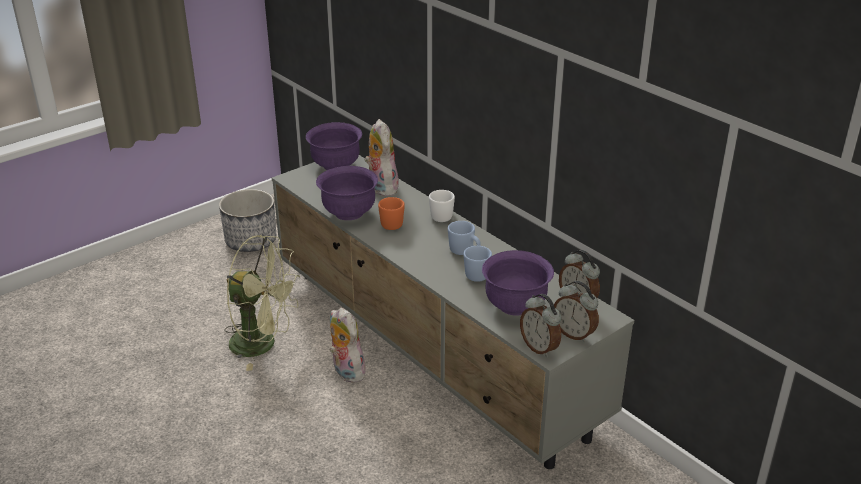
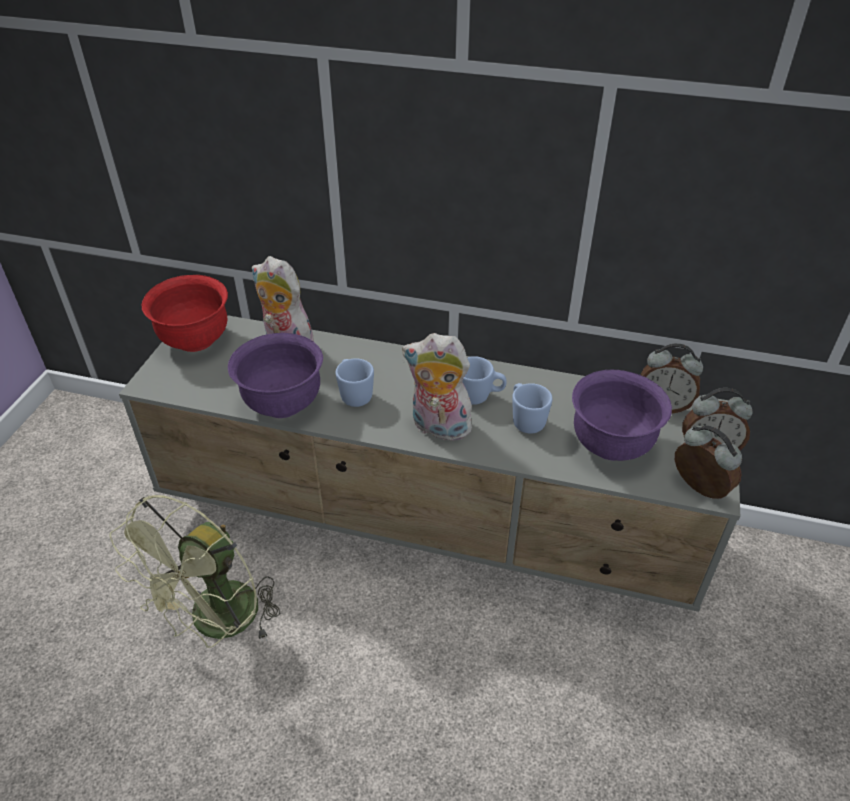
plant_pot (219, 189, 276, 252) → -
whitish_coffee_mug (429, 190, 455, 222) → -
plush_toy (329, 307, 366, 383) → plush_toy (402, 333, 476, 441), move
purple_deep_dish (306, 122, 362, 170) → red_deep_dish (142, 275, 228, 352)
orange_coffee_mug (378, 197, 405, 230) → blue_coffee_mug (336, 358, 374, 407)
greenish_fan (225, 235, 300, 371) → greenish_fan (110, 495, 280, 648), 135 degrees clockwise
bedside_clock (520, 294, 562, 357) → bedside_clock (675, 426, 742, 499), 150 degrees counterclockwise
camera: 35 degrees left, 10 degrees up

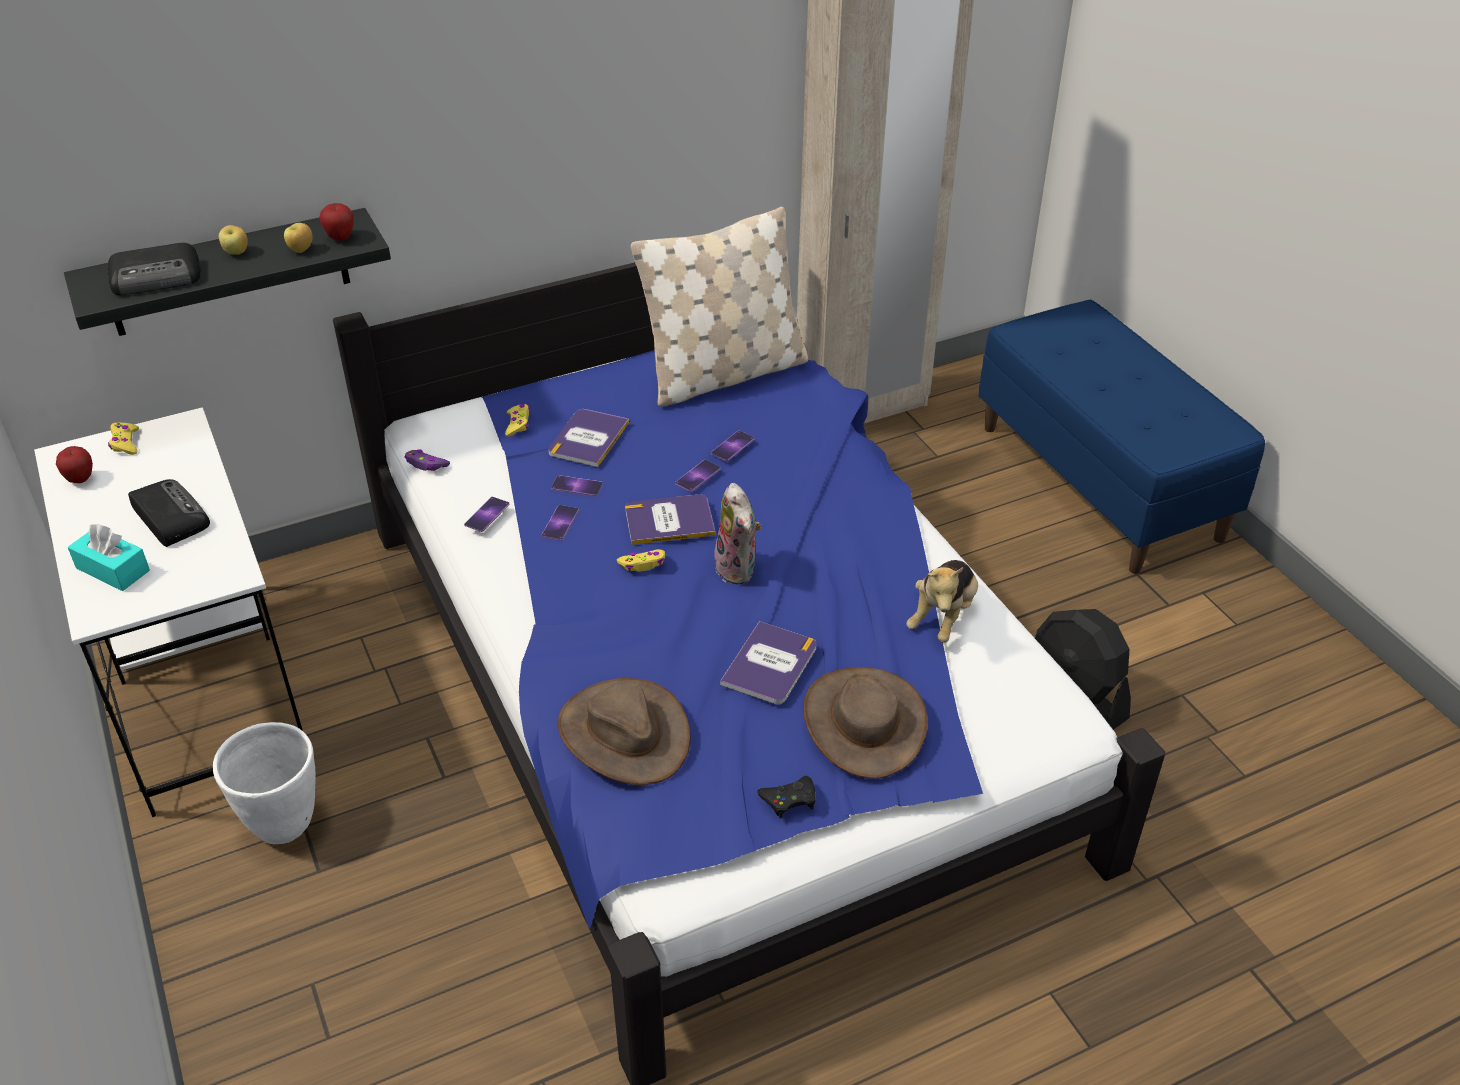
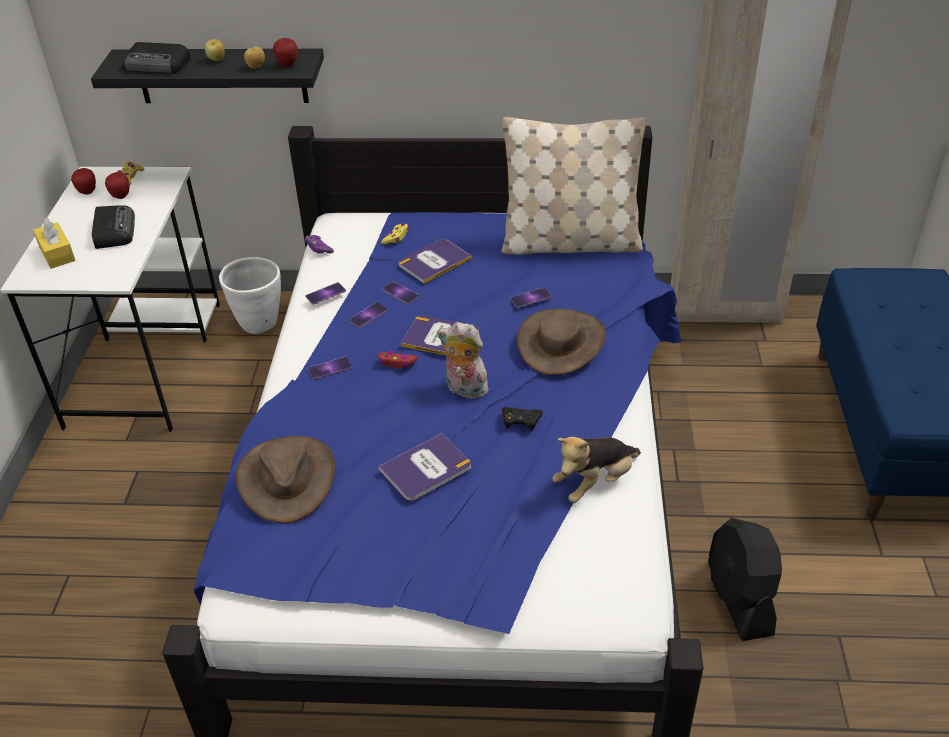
- → apple (105, 172, 130, 199)
whitish_plant_pot (213, 722, 316, 844) → whitish_plant_pot (219, 257, 281, 334), move
telephone (675, 460, 721, 492) → telephone (308, 357, 352, 380), move
blackish_game_controller (757, 776, 816, 819) → blackish_game_controller (502, 407, 543, 431), move
brown_clothing_hat (803, 667, 928, 779) → brown_clothing_hat (517, 309, 606, 375), move
turquoise-coloured_box_of_tissues (68, 524, 150, 591) → yellow-coloured_box_of_tissues (33, 218, 75, 269)
yellow-coloured_game_controller (617, 549, 665, 572) → red_game_controller (378, 351, 418, 368)
plush_toy (714, 483, 761, 584) → plush_toy (437, 322, 488, 401), 105 degrees clockwise
camera: 30 degrees right, 0 degrees up

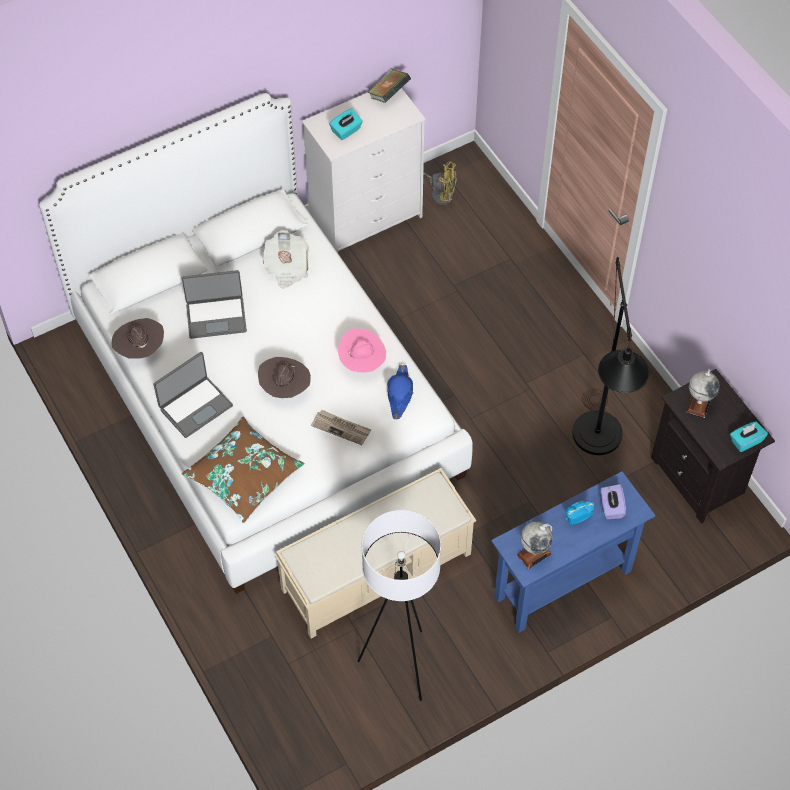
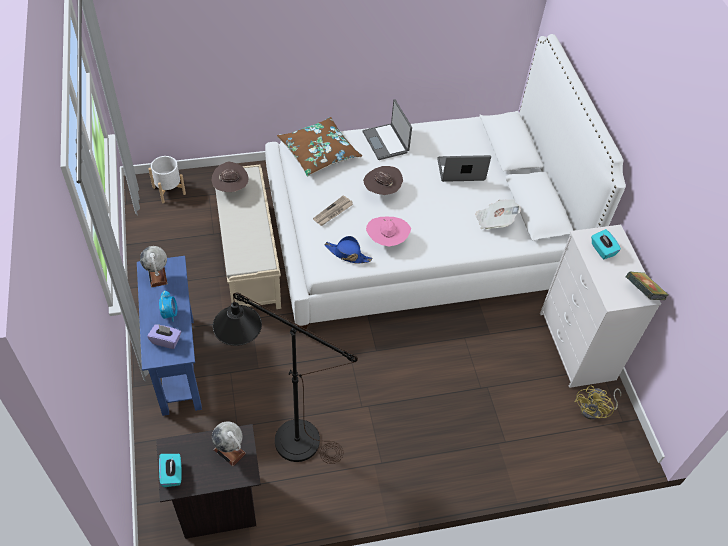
whitish_floor_lamp (358, 510, 441, 701) → -
- → whitish_plant_pot (149, 156, 186, 203)
brown_clothing_hat (111, 318, 164, 359) → brown_clothing_hat (211, 161, 249, 192), move
notebook_computer (182, 270, 247, 339) → notebook_computer (437, 155, 491, 182), 75 degrees clockwise
camera: 105 degrees right, 5 degrees down

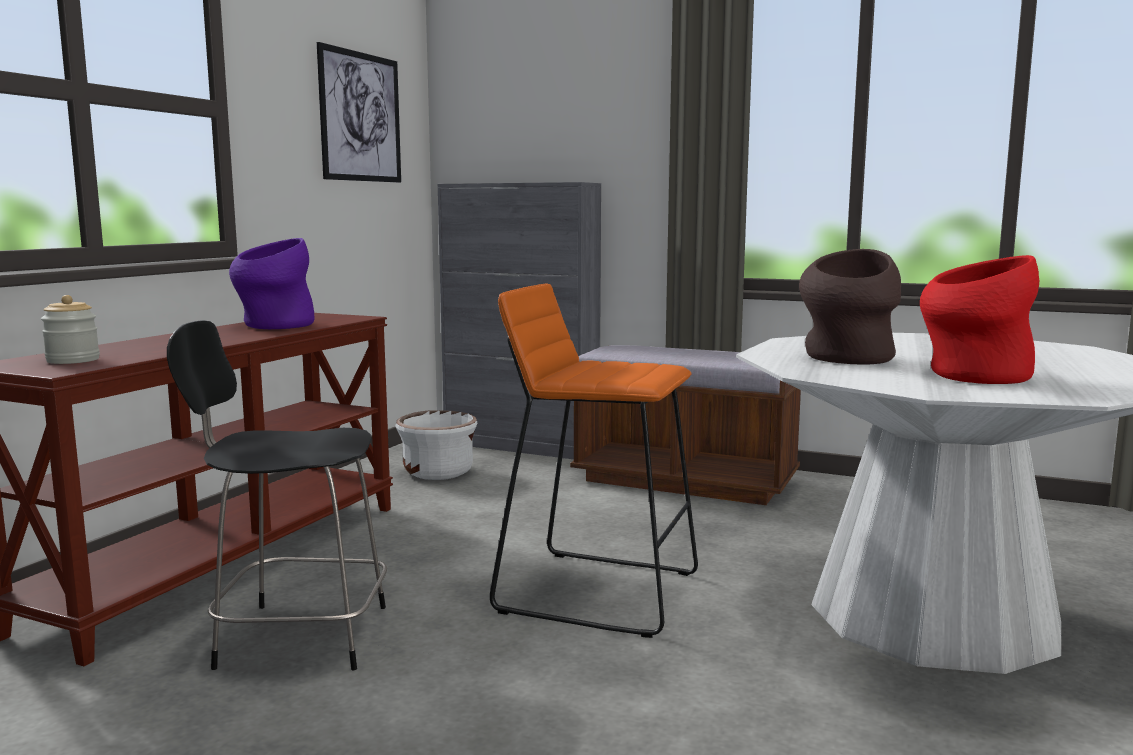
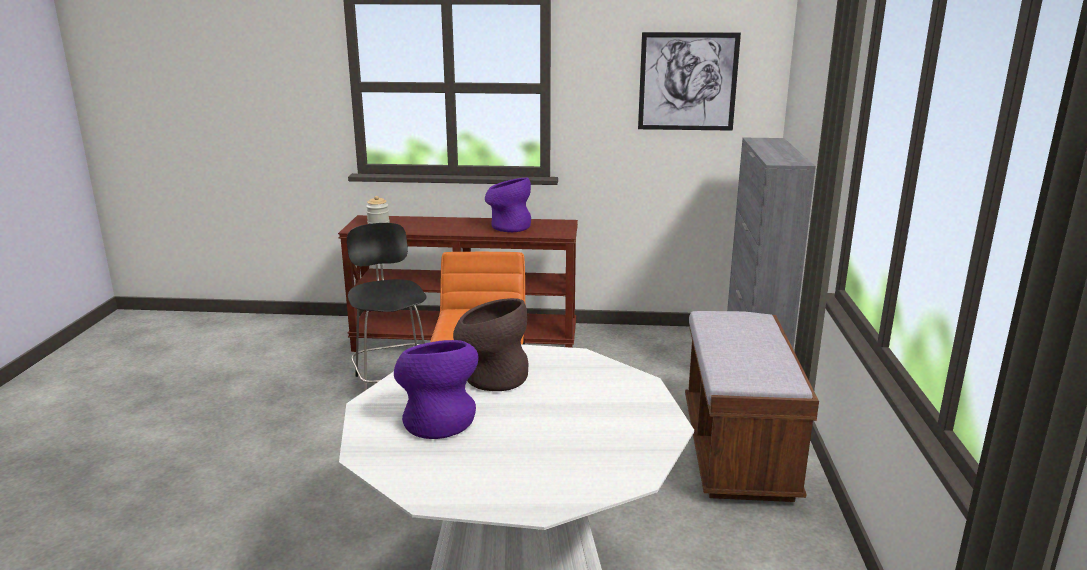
whitish_plant_pot (395, 410, 478, 480) → -
red_flower_vase (920, 255, 1039, 384) → purple_flower_vase (394, 340, 478, 439)
camera: 70 degrees right, 10 degrees up

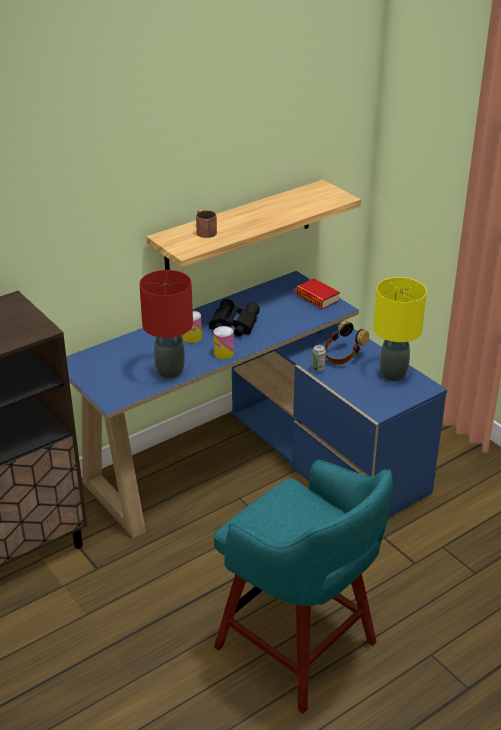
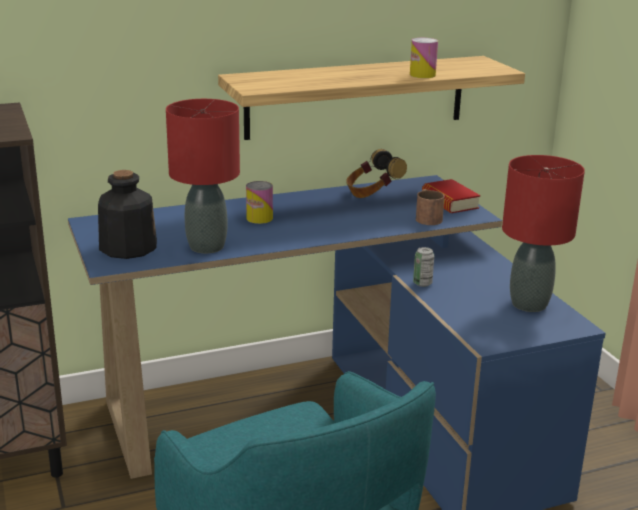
blackish_field_glasses (209, 299, 260, 337) → -
- → beverage_bottle (98, 170, 157, 259)
brown_coffee_mug (196, 210, 217, 238) → brown_coffee_mug (416, 189, 444, 225), move
sealed_can (213, 326, 234, 359) → sealed_can (410, 38, 438, 78), move
headphones (324, 320, 369, 365) → headphones (346, 149, 407, 198), move
yellow-coloured_lamp_for_a_table (374, 277, 427, 381) → red_lamp_for_a_table (502, 155, 585, 312)
camera: 15 degrees right, 10 degrees down

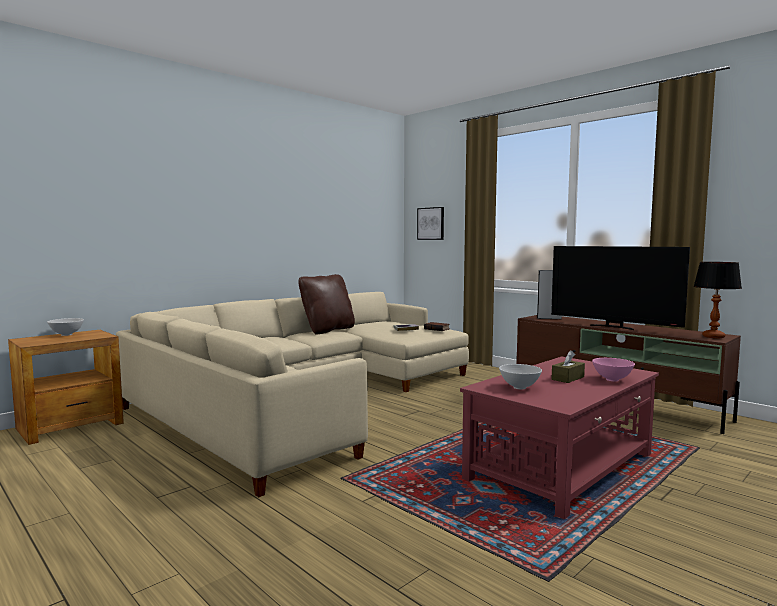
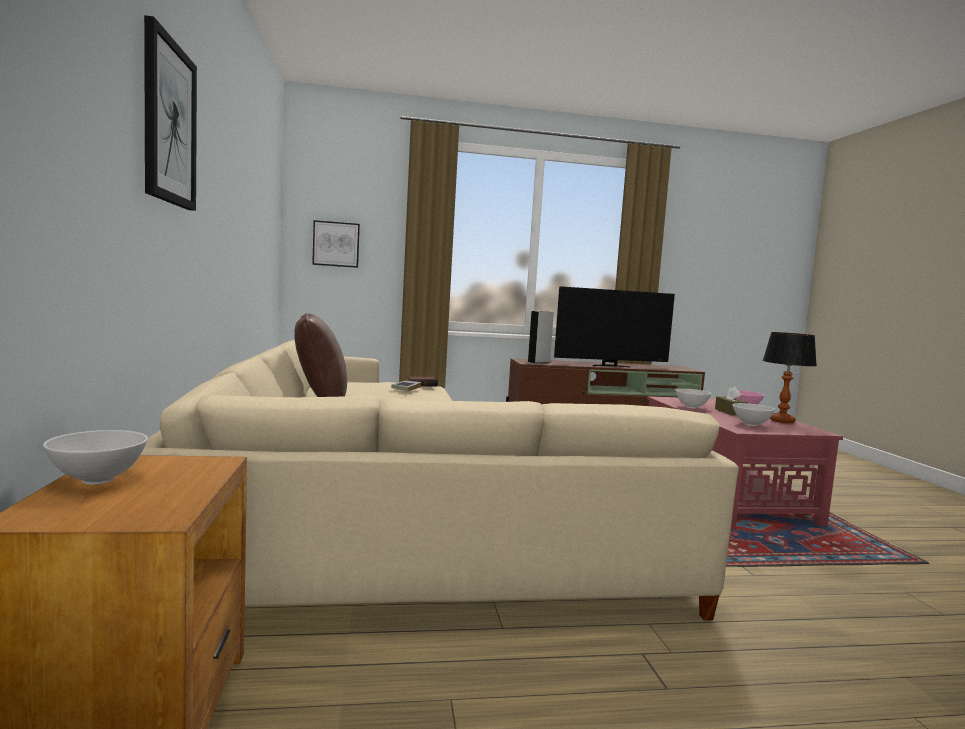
- → wall_art (144, 15, 197, 211)
- → whitish_deep_dish (675, 389, 712, 408)
lamp_for_a_table (693, 262, 742, 338) → lamp_for_a_table (763, 332, 817, 423), move
camera: 55 degrees left, 0 degrees up

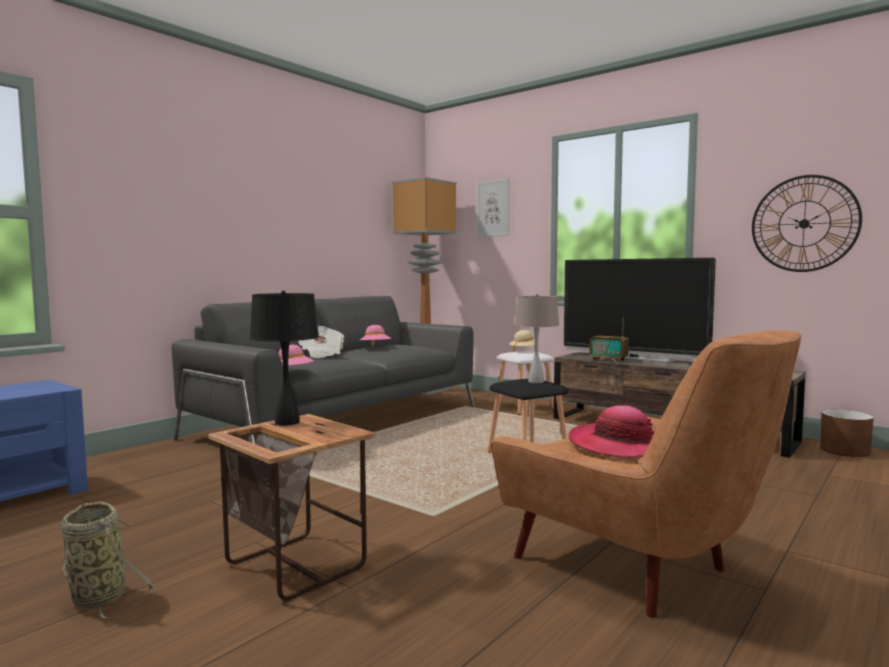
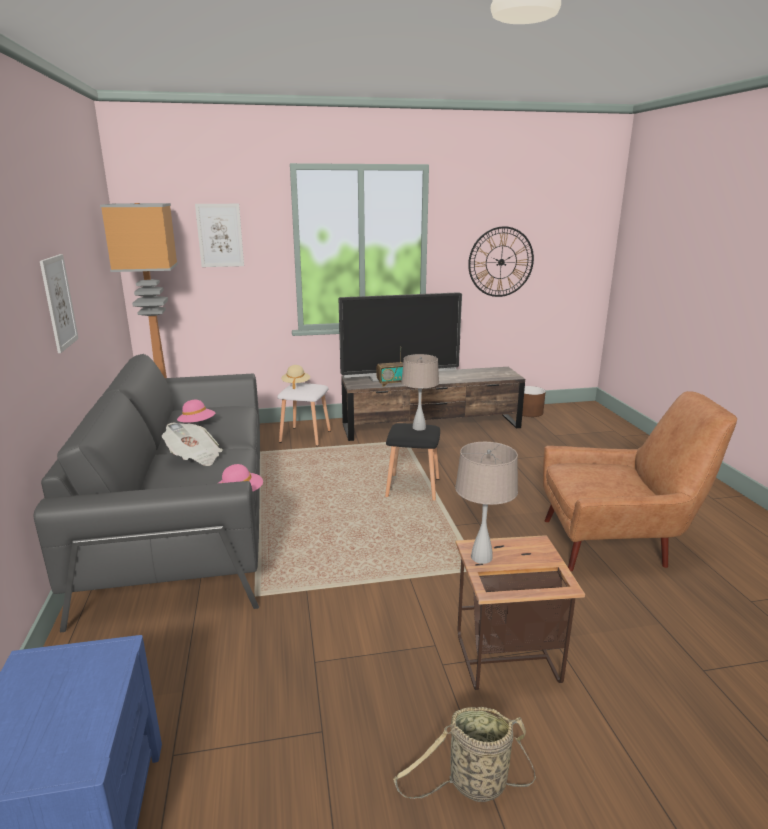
clothing_hat (569, 405, 655, 457) → -
- → wall_art (40, 254, 79, 353)
blackish_lamp_for_a_table (250, 290, 319, 426) → sand-coloured_lamp_for_a_table (455, 442, 518, 564)
camera: 50 degrees left, 15 degrees up

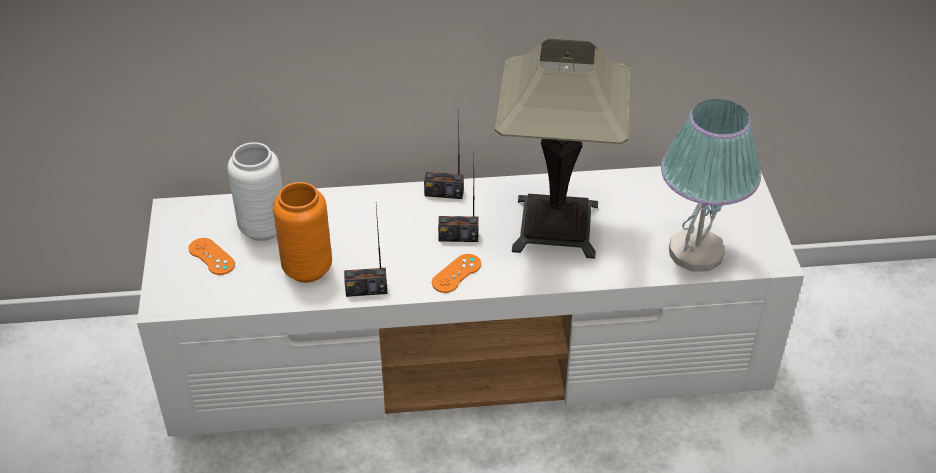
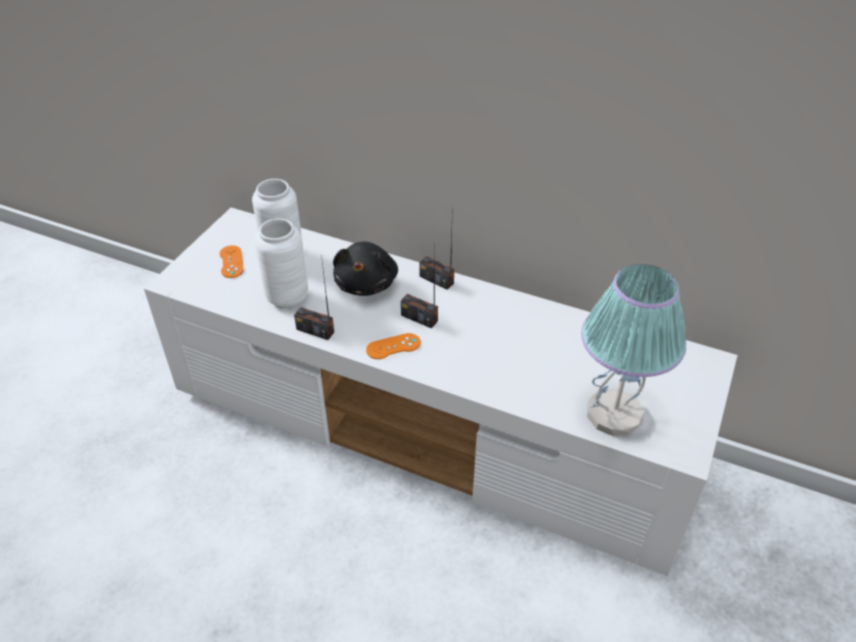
lamp_for_a_table (495, 38, 630, 259) → -
- → blackish_plush_toy (333, 241, 398, 296)
orange_flower_vase (273, 182, 332, 283) → whitish_flower_vase (255, 219, 308, 308)
camera: 30 degrees right, 0 degrees up

